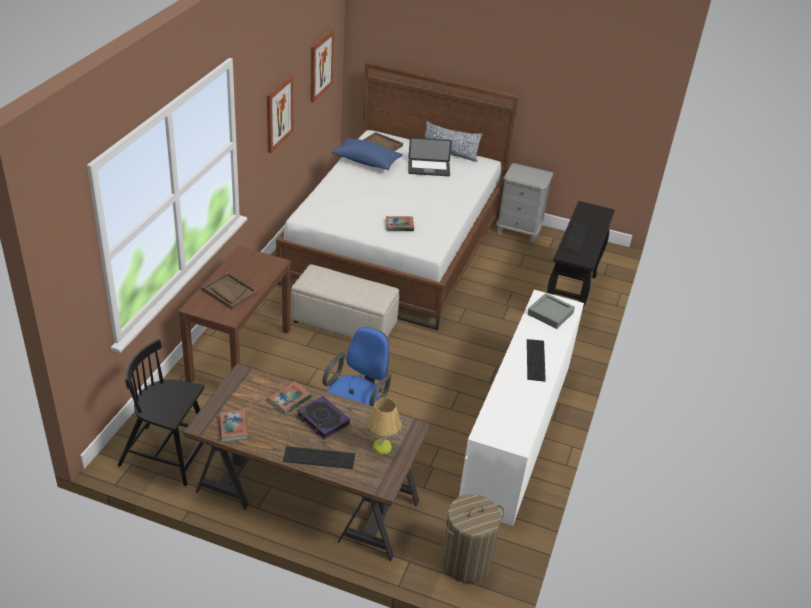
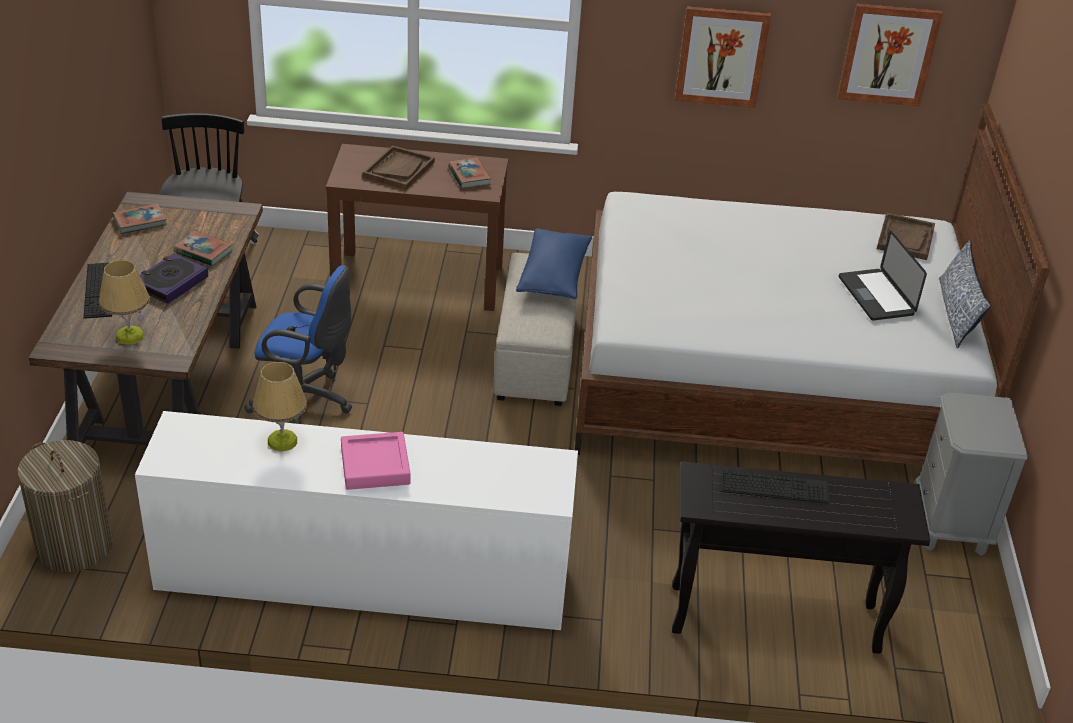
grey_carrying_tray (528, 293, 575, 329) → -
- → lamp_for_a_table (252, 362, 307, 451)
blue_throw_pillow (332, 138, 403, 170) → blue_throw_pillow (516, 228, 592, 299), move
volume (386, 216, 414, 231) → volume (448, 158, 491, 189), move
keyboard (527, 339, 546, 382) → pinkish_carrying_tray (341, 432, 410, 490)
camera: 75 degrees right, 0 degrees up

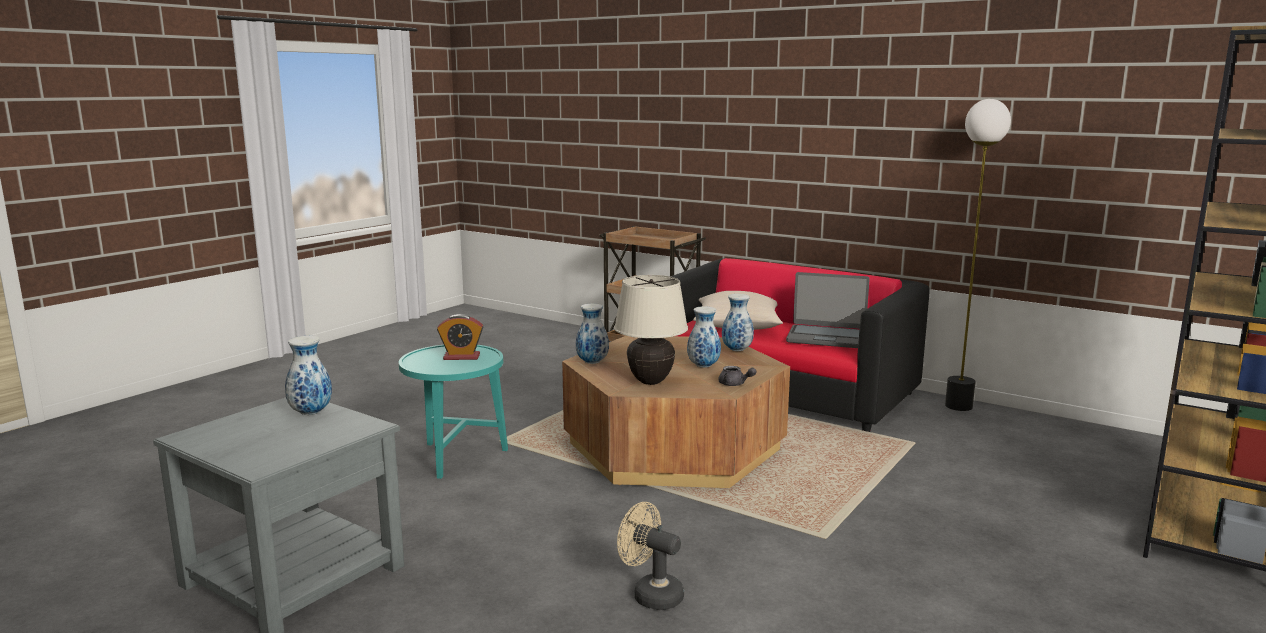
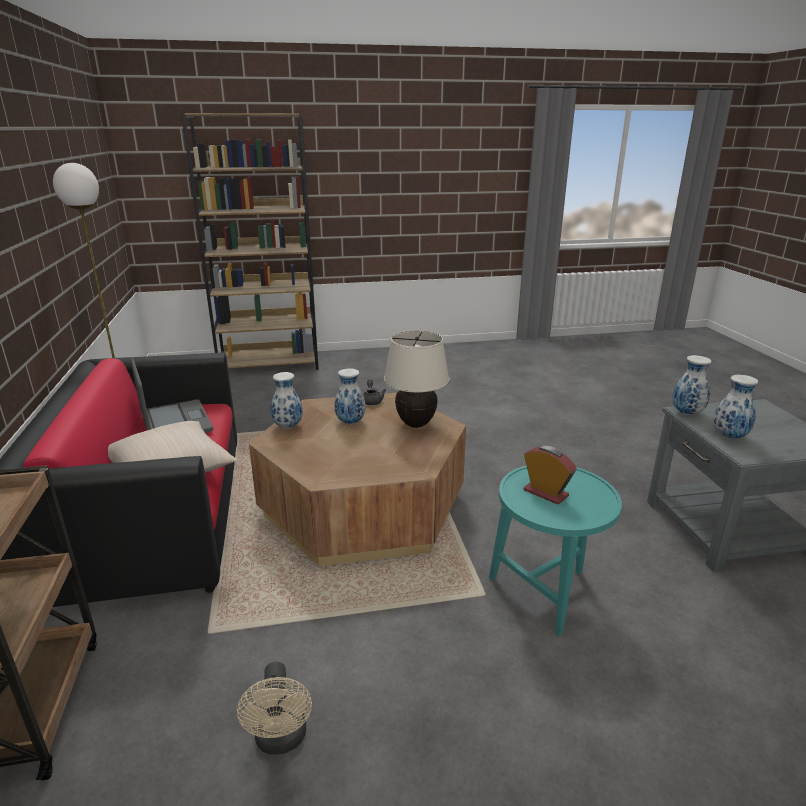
flower_vase (576, 304, 609, 364) → flower_vase (672, 355, 712, 415), move
sand-coloured_fan (617, 502, 684, 610) → sand-coloured_fan (237, 662, 312, 755), move
camera: 135 degrees left, 10 degrees up

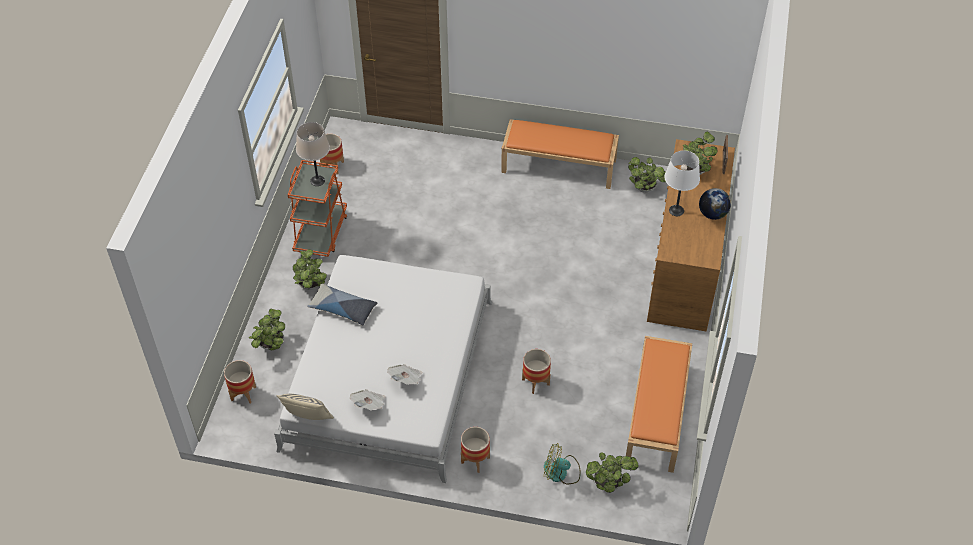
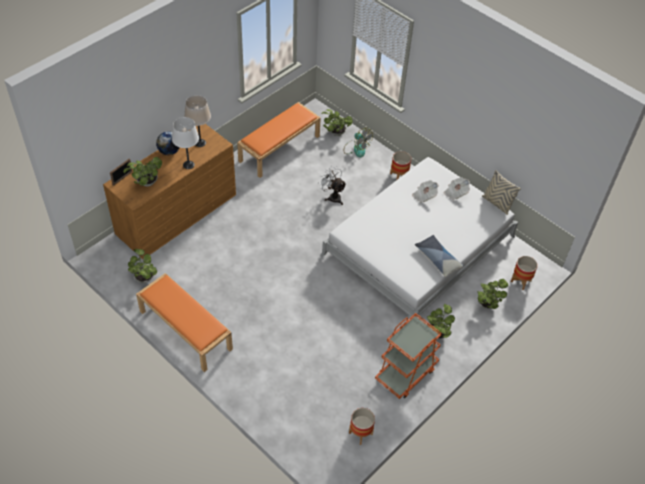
sand-coloured_lamp_for_a_table (296, 122, 330, 186) → sand-coloured_lamp_for_a_table (184, 95, 211, 147), move
plant_pot (522, 349, 551, 394) → whitish_fan (319, 166, 346, 205)
camera: 150 degrees left, 0 degrees up

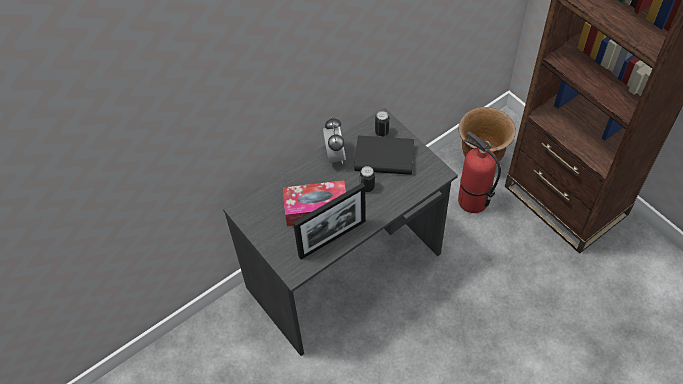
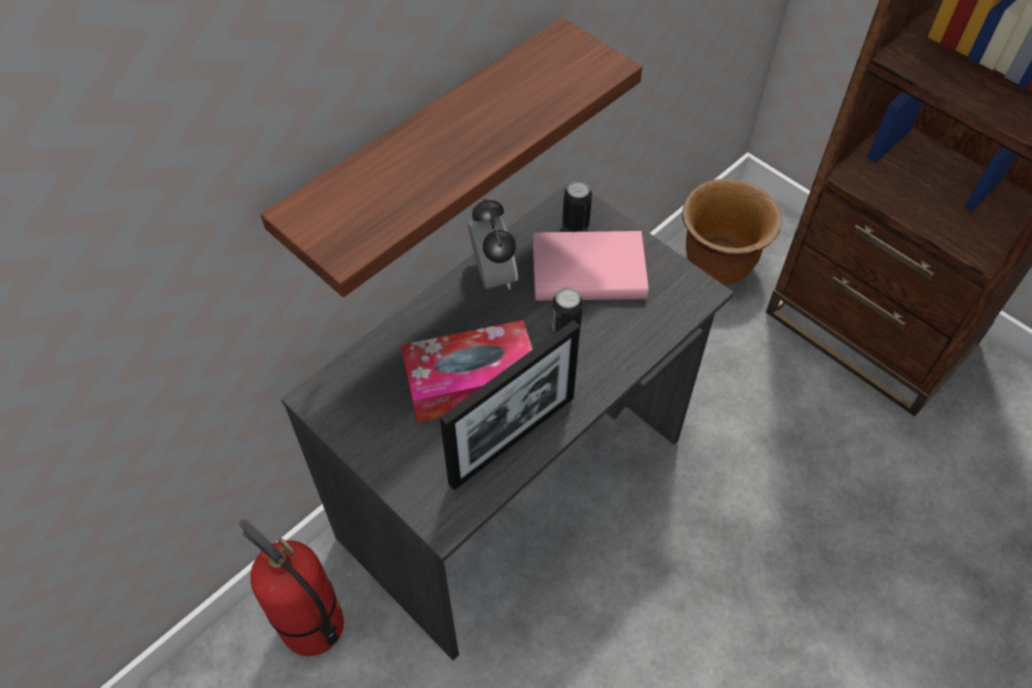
- → shelf (261, 17, 643, 297)
fire_extinguisher (458, 131, 501, 213) → fire_extinguisher (239, 519, 344, 656), move
blackish_volume (354, 136, 414, 175) → pinkish_volume (533, 231, 648, 301)
camera: 10 degrees left, 0 degrees up

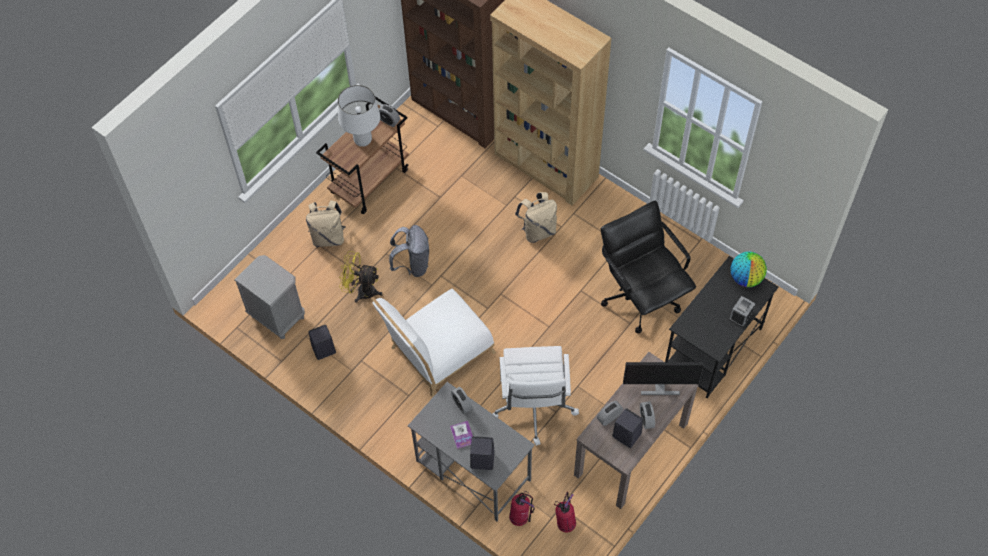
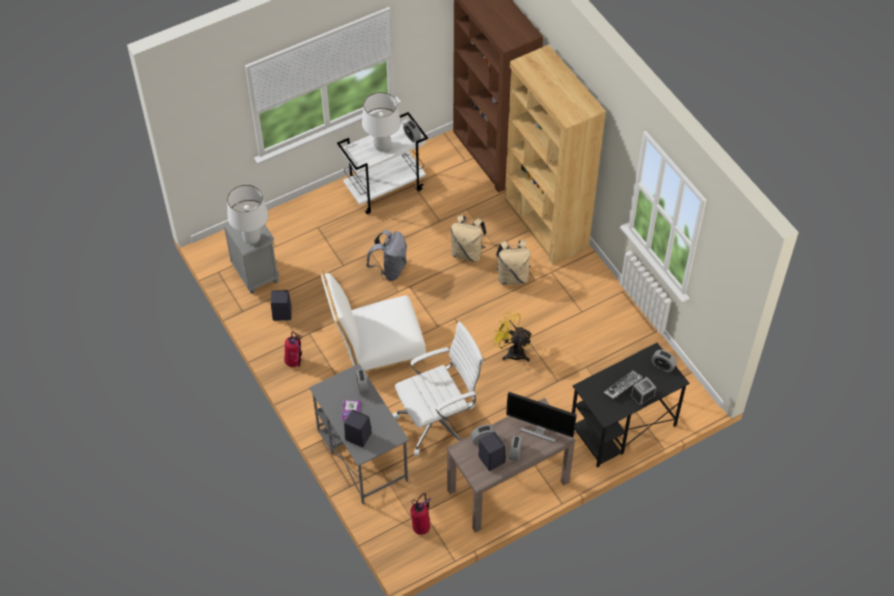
blackish_desk_chair (601, 201, 696, 333) → -
- → whitish_lamp_for_a_table (227, 185, 268, 244)
- → keyboard (604, 371, 643, 399)
sand-coloured_backpack (306, 200, 346, 247) → sand-coloured_backpack (451, 215, 487, 262), move
yellow-coloured_fan (339, 251, 383, 303) → yellow-coloured_fan (492, 310, 532, 362), move
fire_extinguisher (509, 491, 535, 526) → fire_extinguisher (284, 331, 302, 367), move
desk_globe (731, 252, 767, 287) → bedside_clock (651, 350, 677, 372)
brown_wheeled_cart (316, 96, 409, 214) → whitish_wheeled_cart (337, 112, 428, 214)
whitish_desk_chair (493, 346, 579, 446) → whitish_desk_chair (393, 322, 484, 456), 135 degrees counterclockwise
camera: 20 degrees right, 5 degrees down

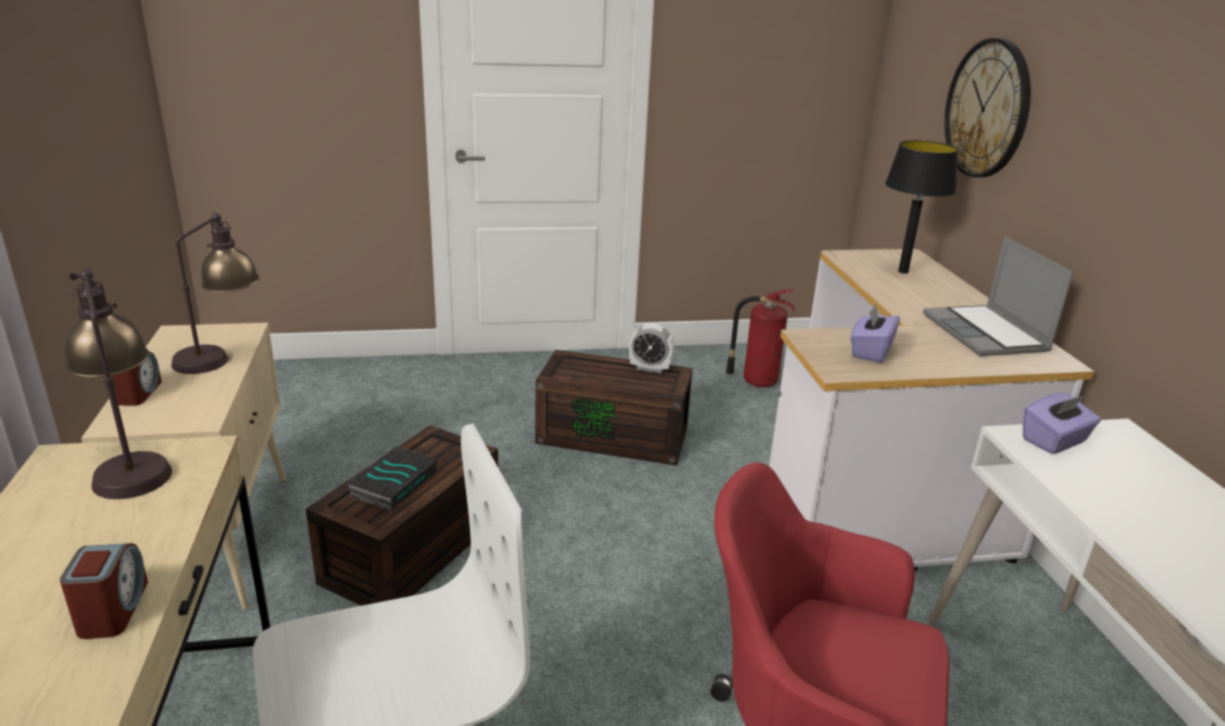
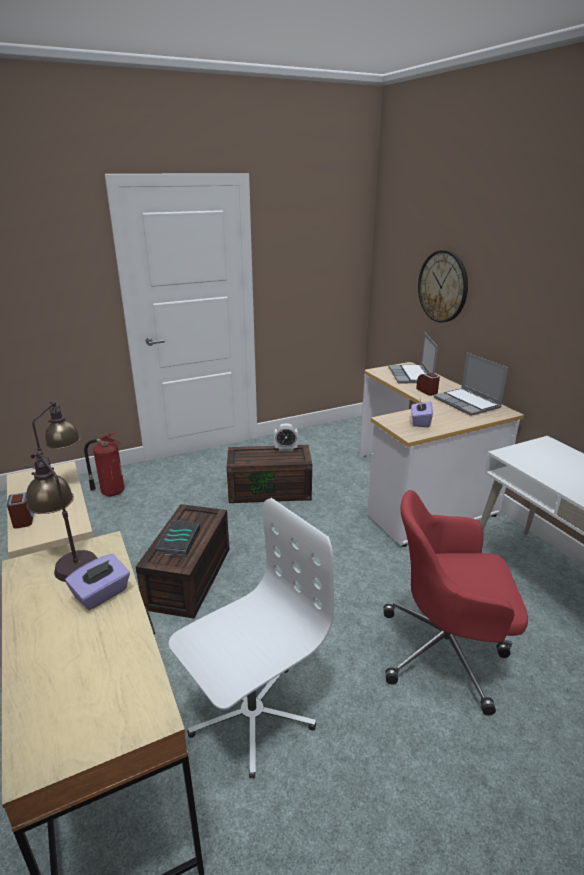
bedside_clock (60, 543, 148, 639) → bedside_clock (416, 373, 440, 396), move
fire_extinguisher (726, 289, 795, 388) → fire_extinguisher (84, 432, 124, 497), move
purple_box_of_tissues (1023, 393, 1101, 454) → purple_box_of_tissues (65, 554, 130, 610), move
blackish_lamp_for_a_table (885, 140, 958, 274) → notebook_computer (388, 332, 438, 383)
camera: 15 degrees left, 0 degrees up

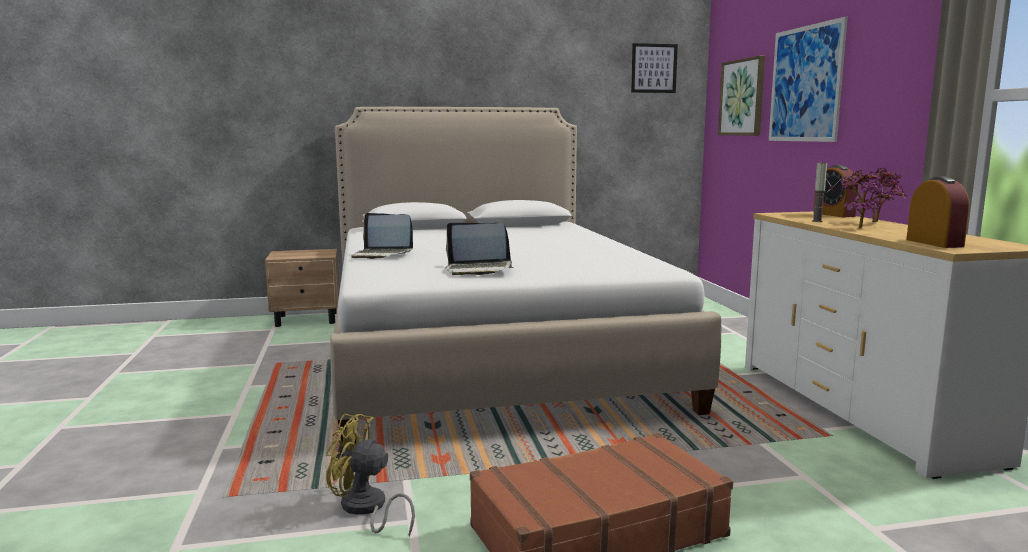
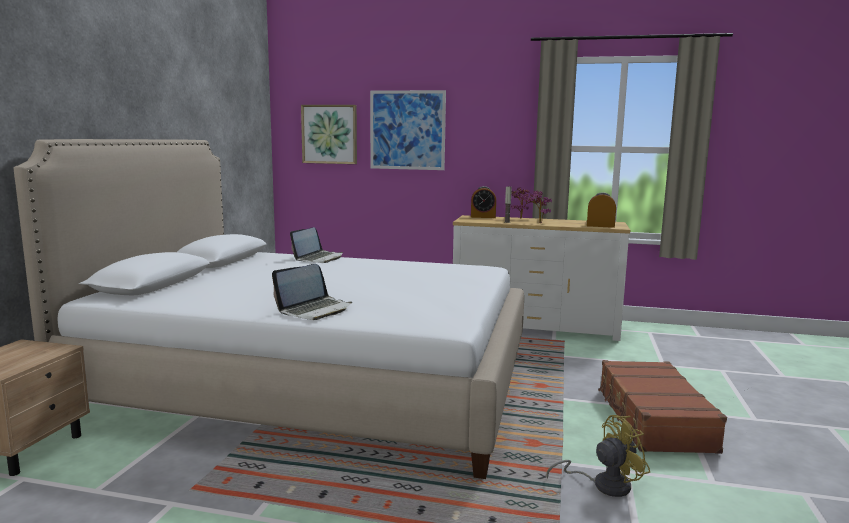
wall_art (631, 43, 678, 93) → -
notebook_computer (445, 223, 514, 275) → notebook_computer (290, 227, 343, 263), move
yellow-coloured_fan (326, 414, 415, 536) → yellow-coloured_fan (547, 415, 650, 497), 150 degrees counterclockwise
camera: 65 degrees left, 0 degrees up

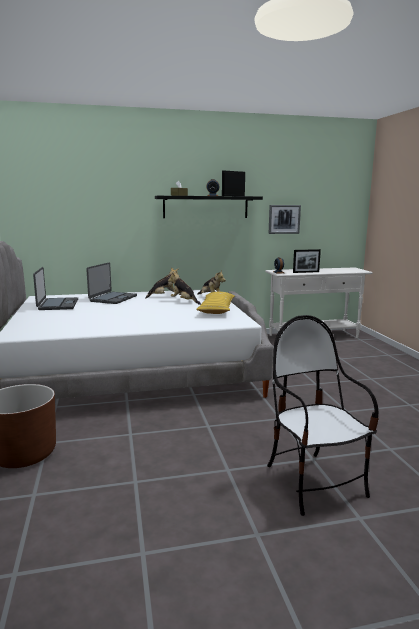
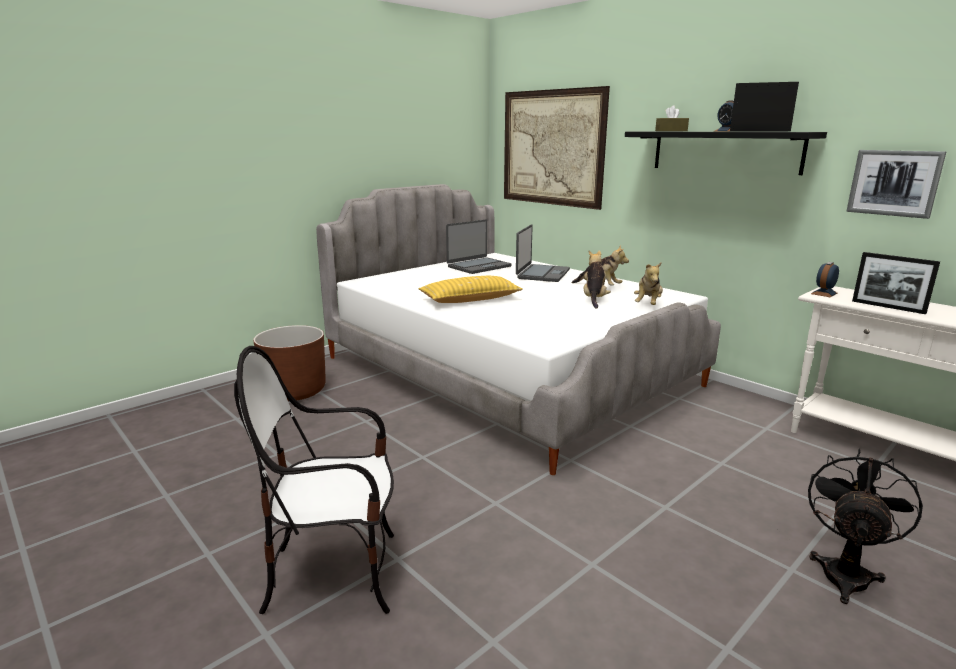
- → wall_art (504, 86, 610, 210)
- → blackish_fan (808, 449, 923, 604)
yellow-coloured_throw_pillow (196, 292, 235, 314) → yellow-coloured_throw_pillow (418, 276, 523, 303), move
notebook_computer (86, 262, 137, 304) → notebook_computer (516, 224, 570, 282), 60 degrees counterclockwise
chair (267, 315, 379, 516) → chair (234, 346, 394, 614), 135 degrees counterclockwise
camera: 60 degrees right, 5 degrees up

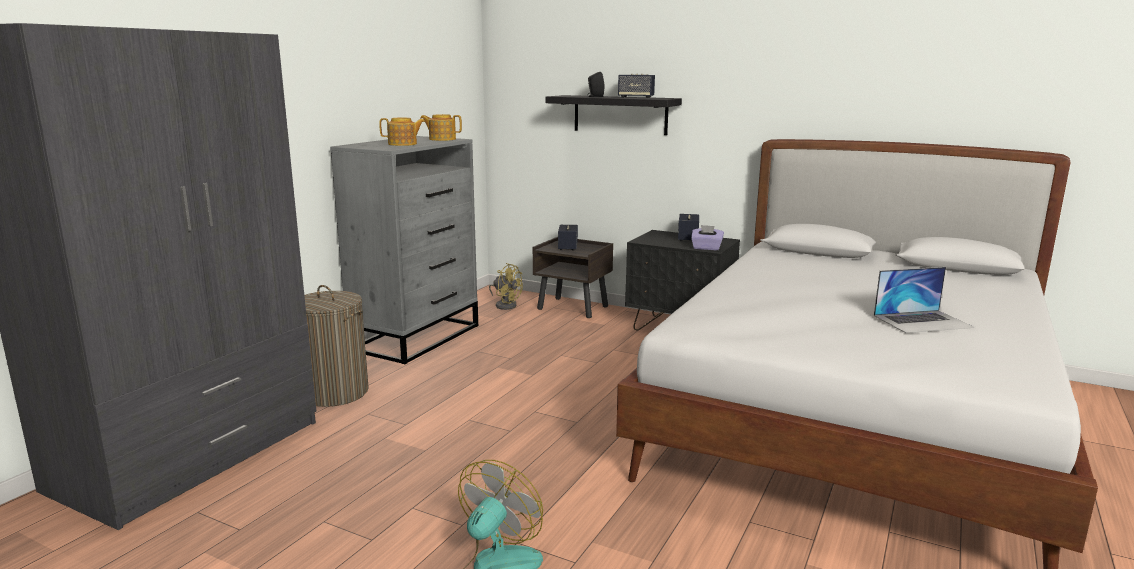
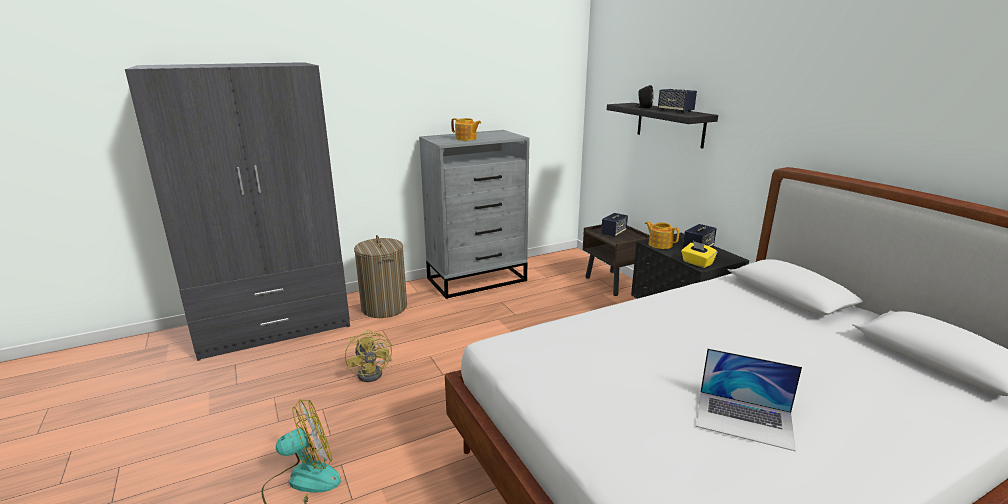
pot_for_tea (420, 114, 462, 141) → pot_for_tea (645, 221, 680, 249), move
yellow-coloured_fan (489, 263, 523, 310) → yellow-coloured_fan (345, 329, 392, 382), move
purple_box_of_tissues (691, 225, 724, 250) → yellow-coloured_box_of_tissues (681, 241, 717, 268)
camera: 35 degrees right, 5 degrees up

